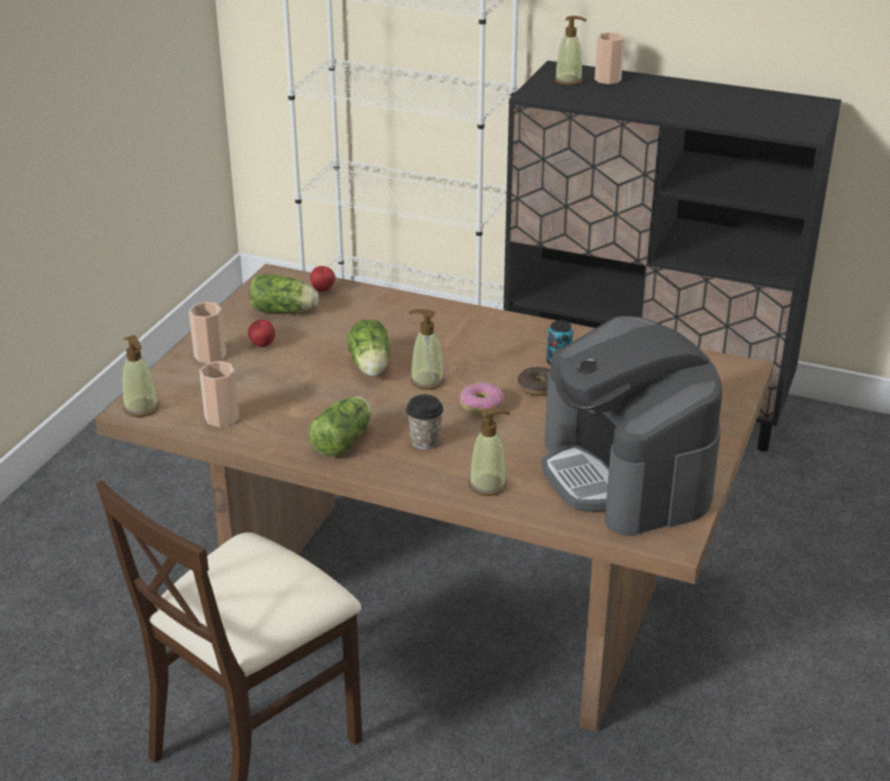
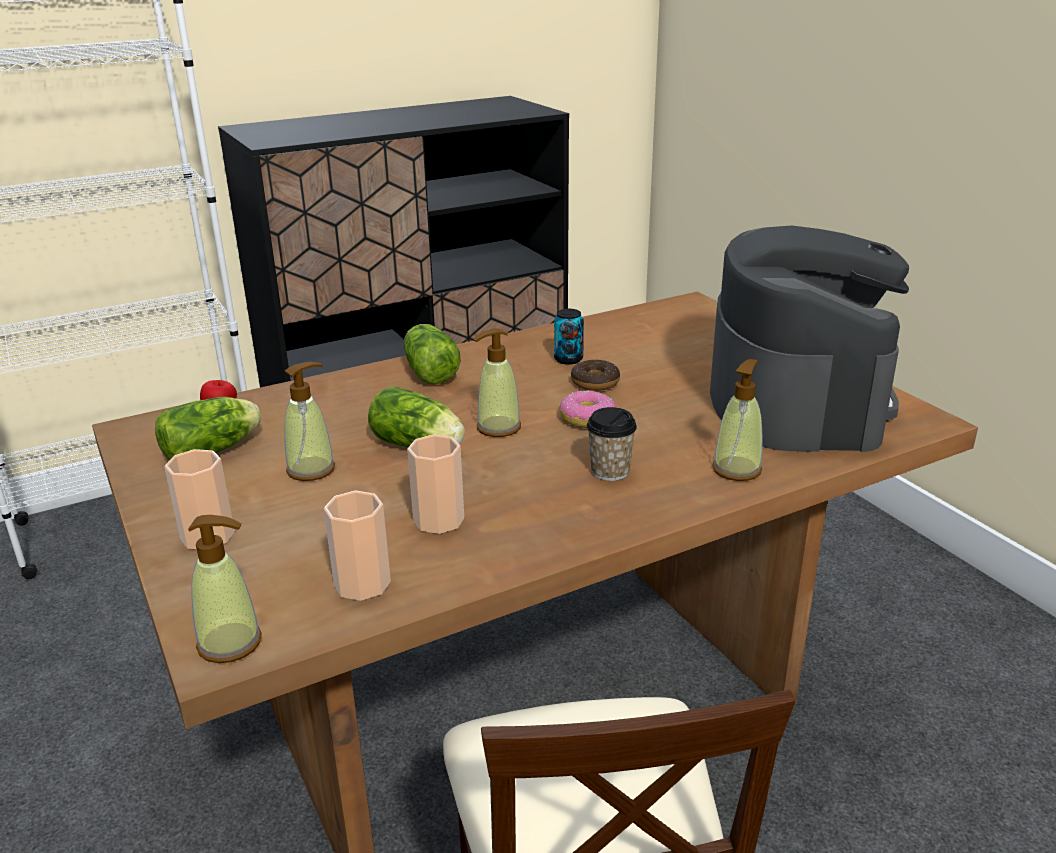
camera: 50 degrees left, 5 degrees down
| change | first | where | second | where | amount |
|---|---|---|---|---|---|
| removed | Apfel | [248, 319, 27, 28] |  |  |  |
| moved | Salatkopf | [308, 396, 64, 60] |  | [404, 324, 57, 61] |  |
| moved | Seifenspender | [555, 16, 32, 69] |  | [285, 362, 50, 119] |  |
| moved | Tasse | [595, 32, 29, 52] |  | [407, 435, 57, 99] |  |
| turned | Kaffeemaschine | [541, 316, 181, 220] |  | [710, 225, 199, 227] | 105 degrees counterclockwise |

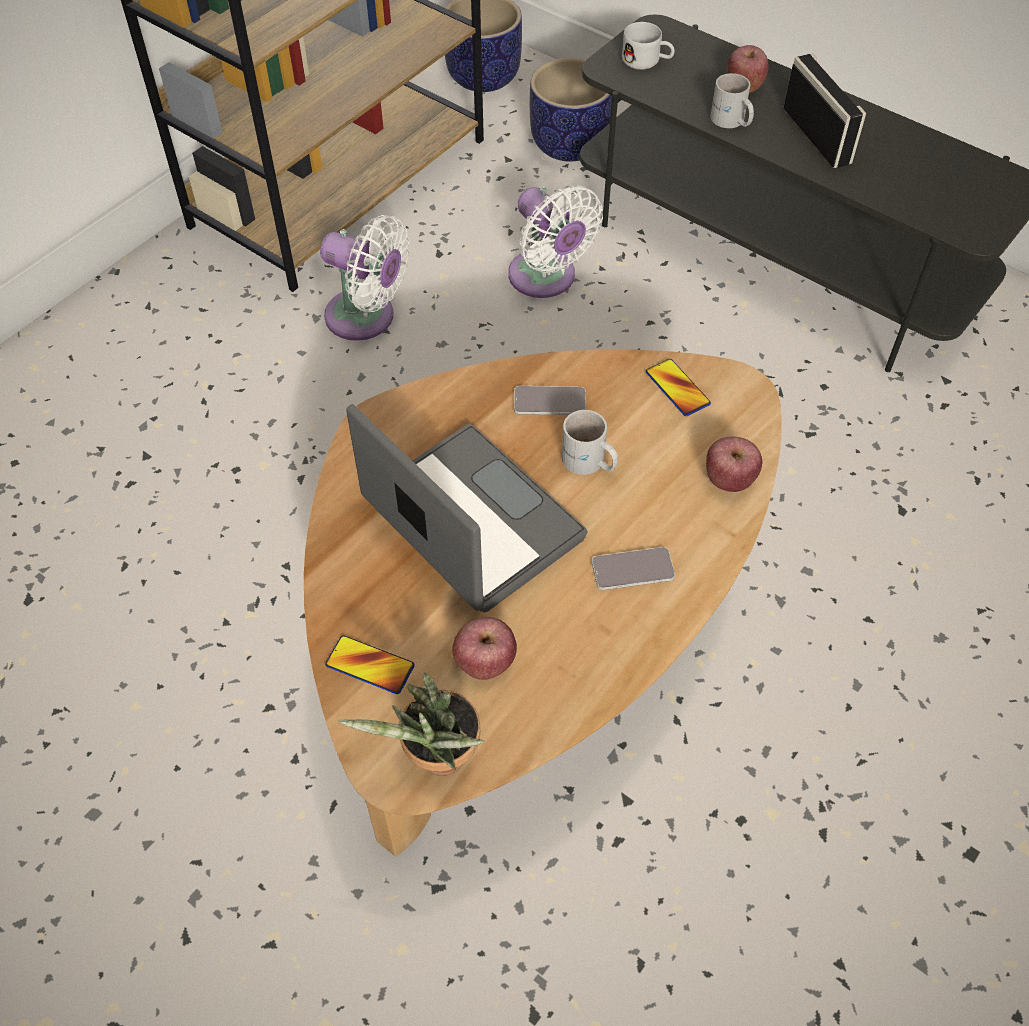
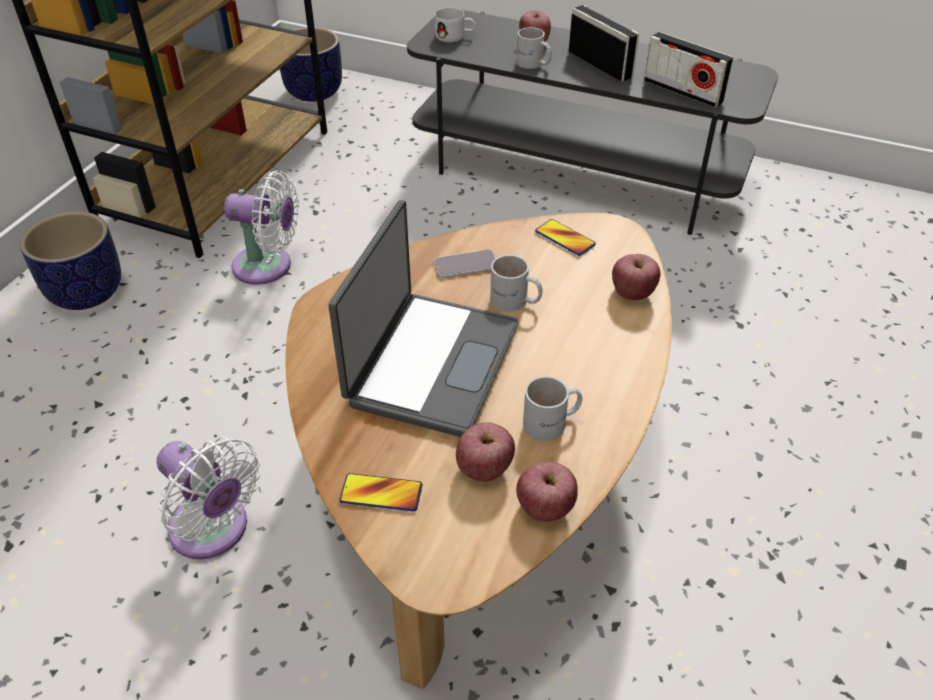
camera: 15 degrees left, 10 degrees down
| change | first | where | second | where | amount |
|---|---|---|---|---|---|
| removed | Topfpflanze | [338, 673, 147, 103] |  |  |  |
| removed | Handy | [592, 547, 83, 43] |  |  |  |
| added |  |  | Apfel | [516, 461, 62, 61] |  |
| added |  |  | Henkelbecher [weiß] | [523, 376, 59, 65] |  |
| added |  |  | Radio | [644, 32, 89, 76] |  |
| moved | Ventilator [weiß] | [508, 185, 95, 113] |  | [157, 437, 104, 122] |  |
| moved | Pflanzkübel | [530, 58, 82, 104] |  | [20, 211, 101, 99] |  |
| turned | Laptop | [346, 404, 241, 209] |  | [328, 200, 191, 237] | 75 degrees clockwise |

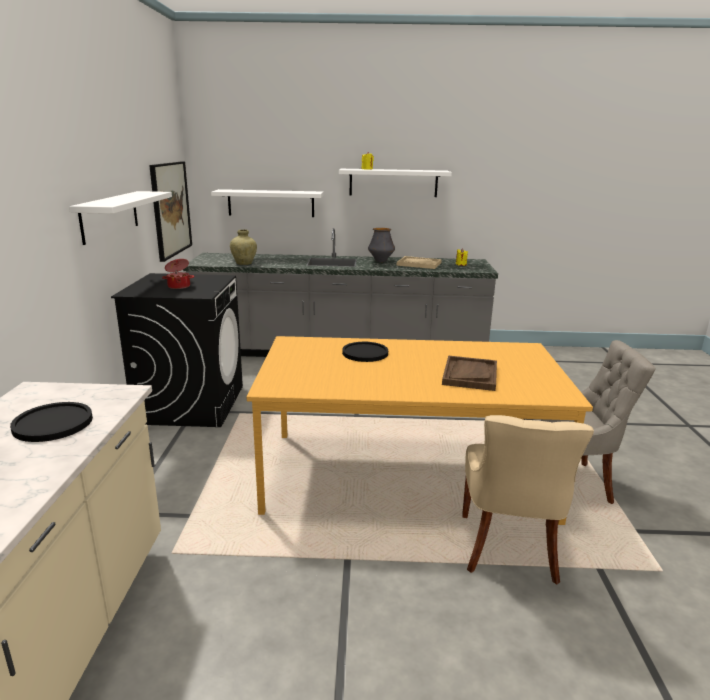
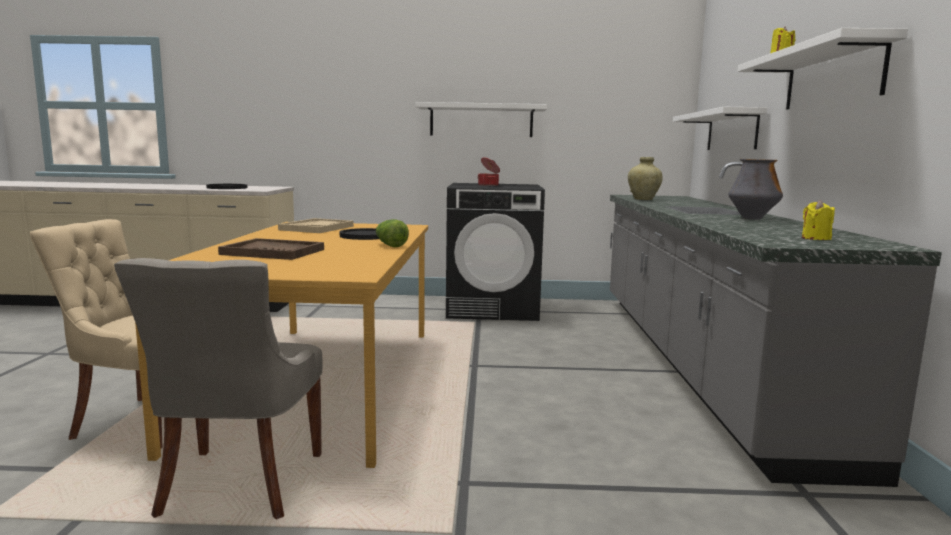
camera: 90 degrees right, 10 degrees down
| change | first | where | second | where | amount |
|---|---|---|---|---|---|
| removed | Bild | [149, 162, 43, 100] |  |  |  |
| added |  |  | Salatkopf | [376, 219, 33, 28] |  |
| moved | Tablett [beige] | [397, 256, 45, 13] |  | [278, 218, 76, 15] |  |

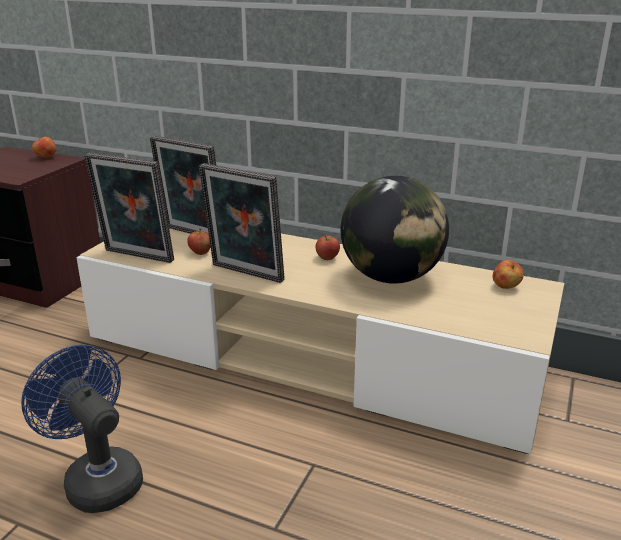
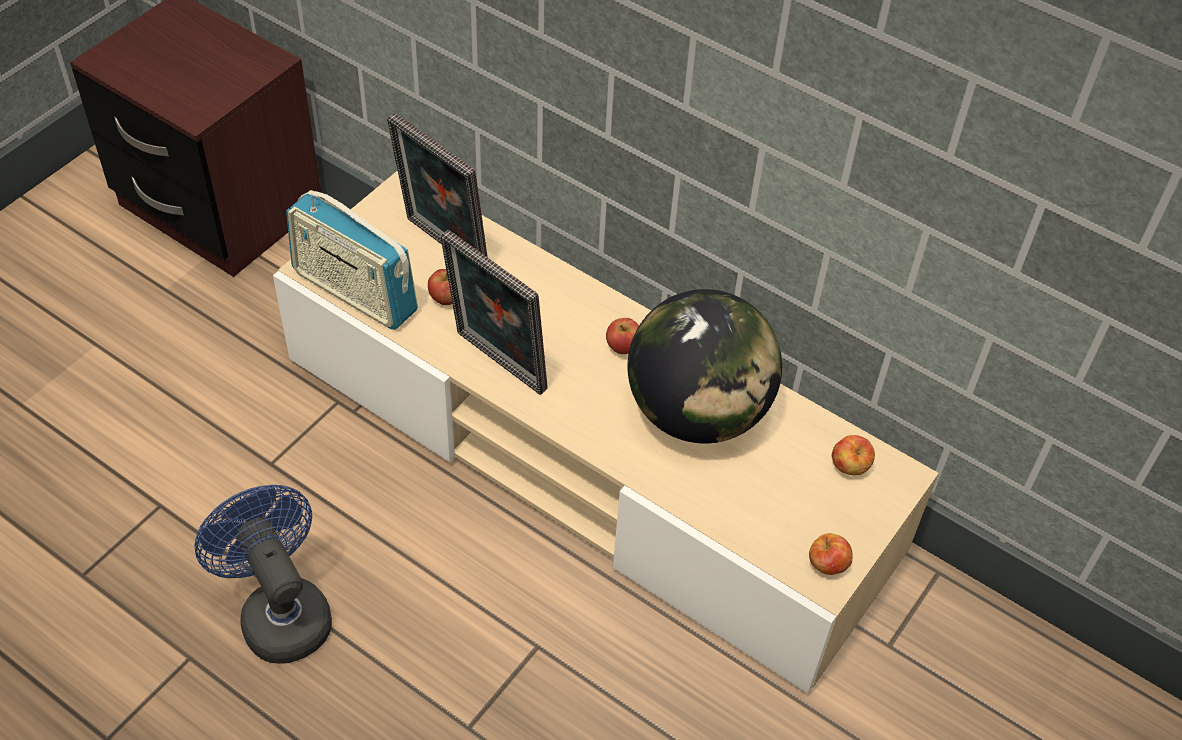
camera: 10 degrees right, 25 degrees up
| change | first | where | second | where | amount |
|---|---|---|---|---|---|
| moved | Apfel | [32, 136, 25, 22] |  | [809, 533, 44, 42] |  |
| replaced | Bilderrahmen | [84, 153, 90, 110] | Radio | [286, 190, 132, 140] |  |

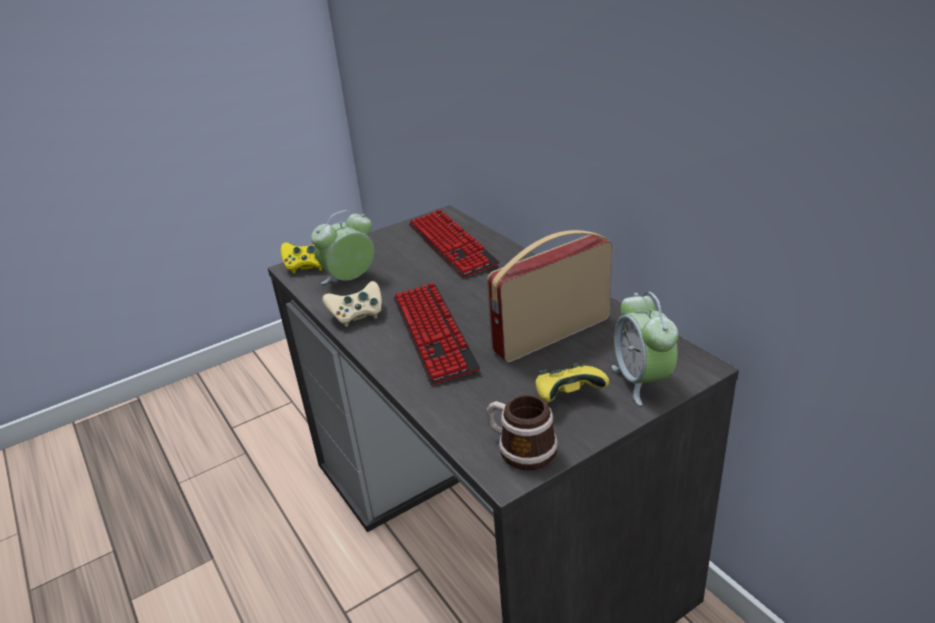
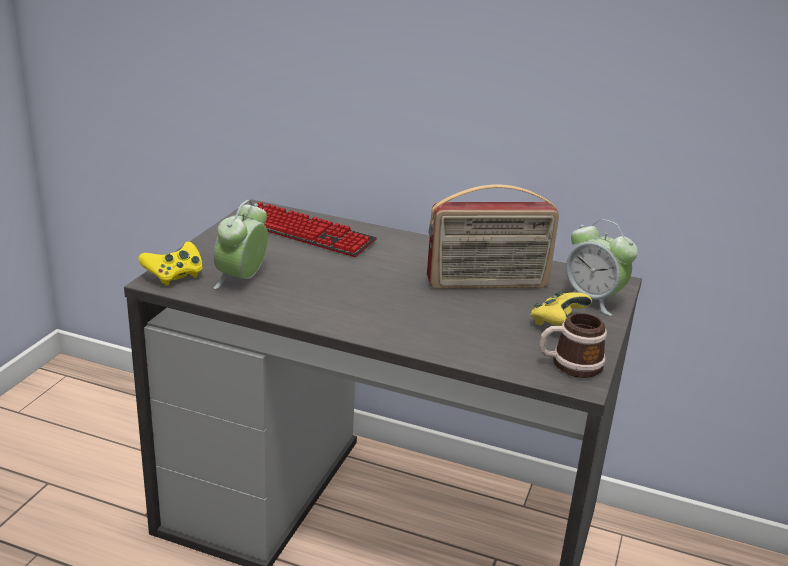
camera: 40 degrees left, 5 degrees down
| change | first | where | second | where | amount |
|---|---|---|---|---|---|
| removed | Gamepad [beige] | [322, 281, 60, 46] |  |  |  |
| removed | Tastatur | [393, 282, 87, 103] |  |  |  |
| turned | Radio | [487, 230, 125, 132] |  | [427, 185, 132, 104] | 120 degrees counterclockwise |

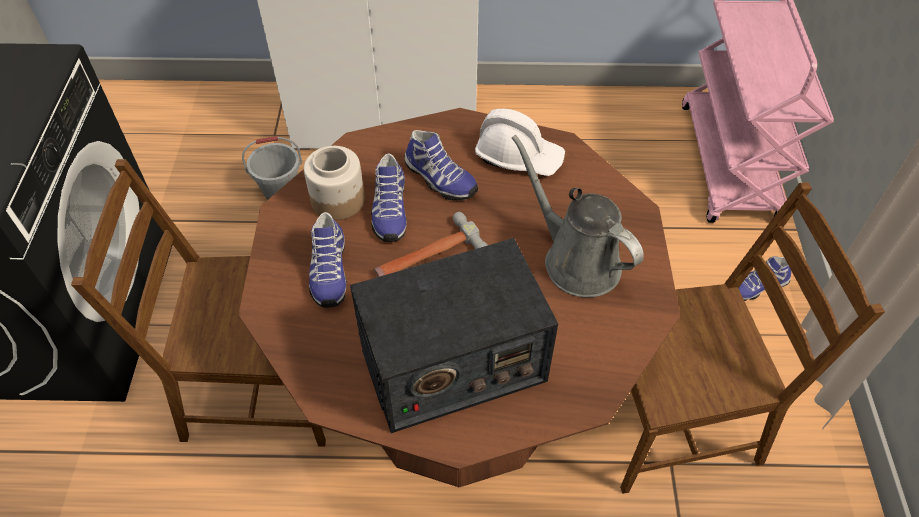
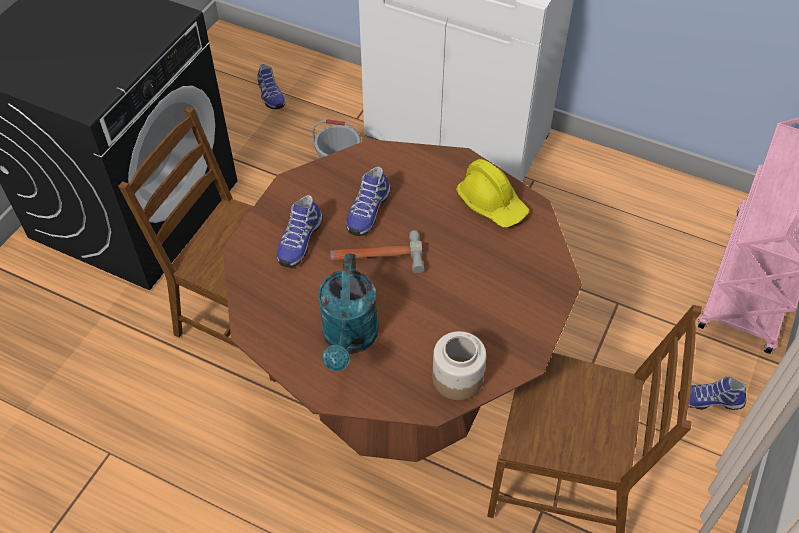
camera: 25 degrees right, 0 degrees up
| change | first | where | second | where | amount |
|---|---|---|---|---|---|
| removed | Gießkanne [grau] | [512, 135, 132, 162] |  |  |  |
| moved | Vorratsglas | [304, 146, 61, 74] |  | [432, 331, 54, 69] |  |
| moved | Schuh | [404, 130, 74, 71] |  | [257, 63, 28, 46] |  |
| replaced | Radio | [350, 238, 208, 195] | Gießkanne [türkis] | [318, 253, 61, 118] |  |
| recoloured | Schutzhelm [weiß] | [475, 109, 90, 67] | Schutzhelm [gelb] | [456, 159, 73, 69] |  |

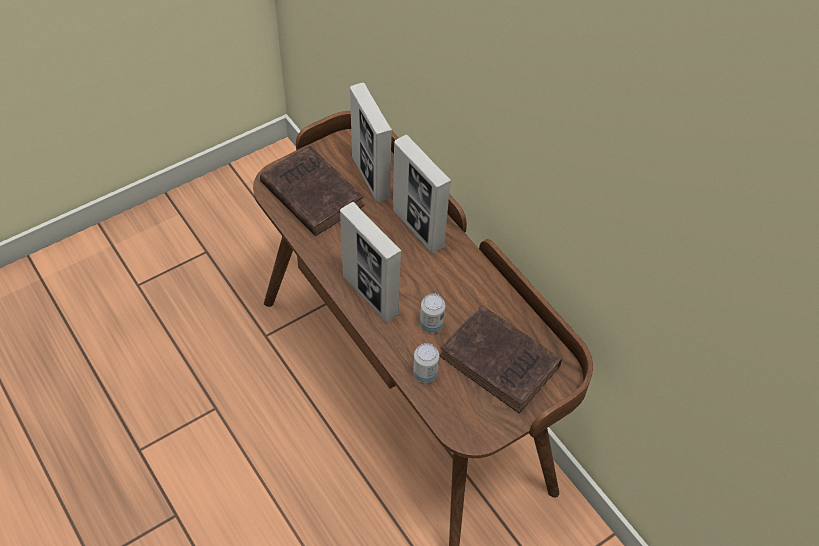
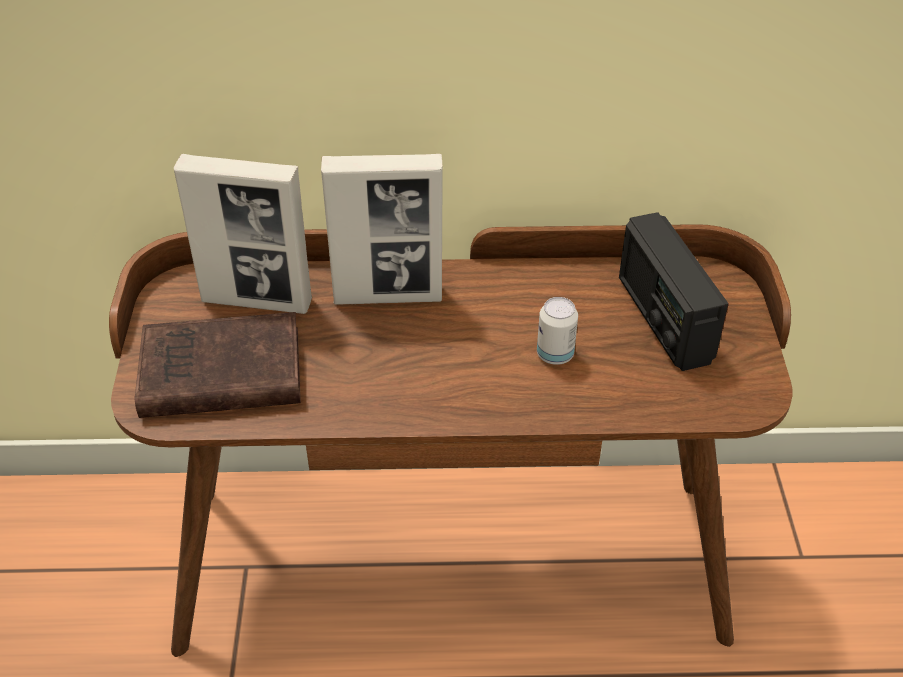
camera: 55 degrees left, 10 degrees down
| change | first | where | second | where | amount |
|---|---|---|---|---|---|
| removed | Bilderrahmen | [340, 202, 62, 120] |  |  |  |
| removed | Dose | [413, 343, 26, 40] |  |  |  |
| replaced | Buch [braun] | [439, 305, 123, 108] | Radio | [619, 212, 110, 159] |  |

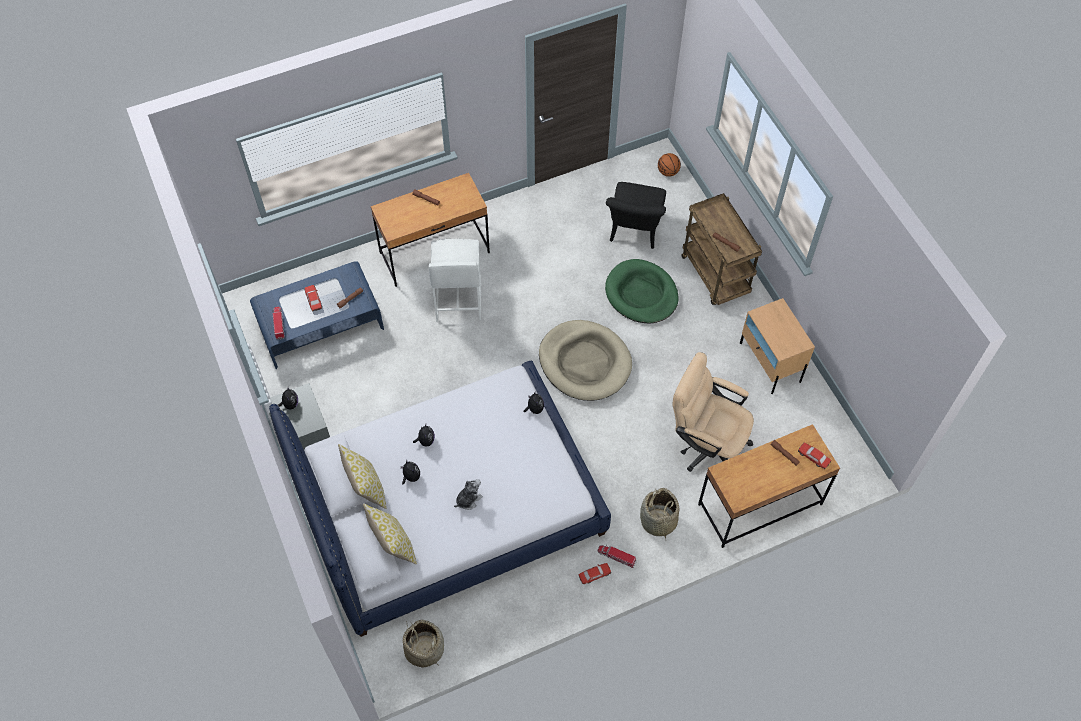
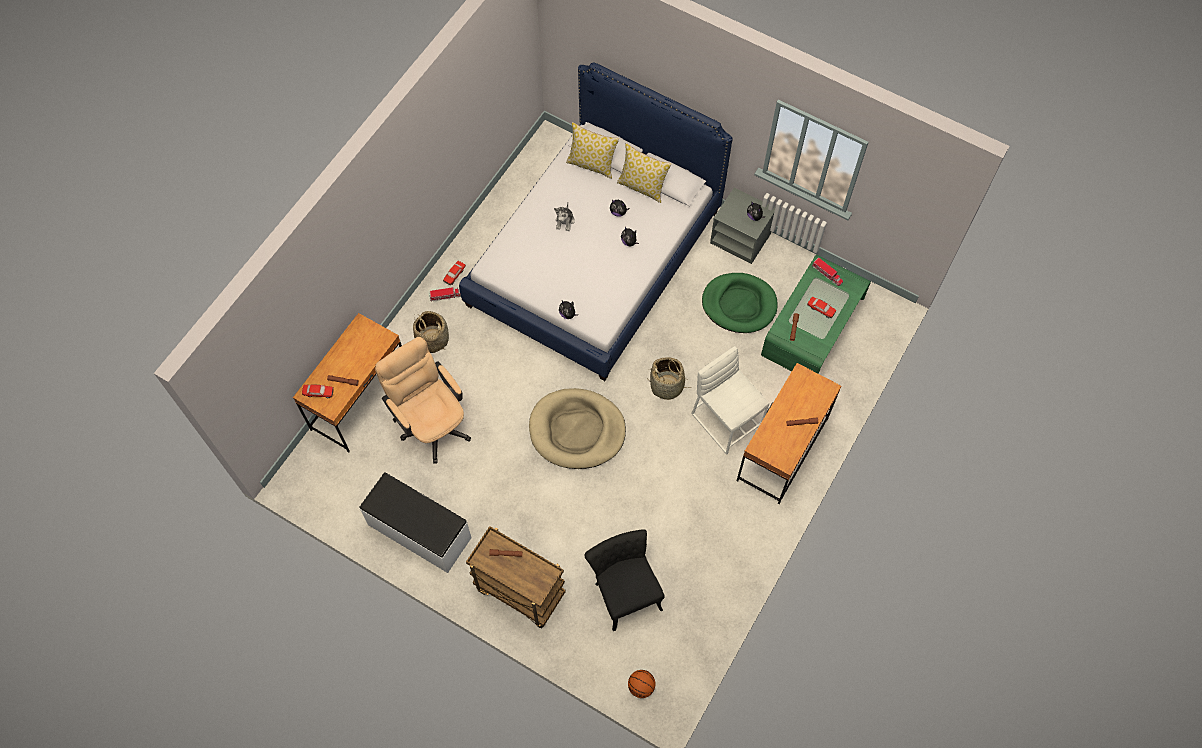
camera: 145 degrees right, 5 degrees up
| change | first | where | second | where | amount |
|---|---|---|---|---|---|
| moved | Korb | [403, 620, 41, 47] |  | [646, 357, 46, 43] |  |
| moved | Hundebett [grün] | [605, 259, 74, 65] |  | [702, 273, 76, 60] |  |
| replaced | Nachttisch [beige] | [740, 298, 75, 96] | Bank [weiß] | [359, 472, 113, 101] |  |
| recoloured | Couchtisch [blau] | [250, 261, 134, 108] | Couchtisch [grün] | [761, 255, 110, 119] |  |
| turned | Bürostuhl [beige] | [672, 352, 82, 120] |  | [375, 337, 96, 127] | 120 degrees counterclockwise |

